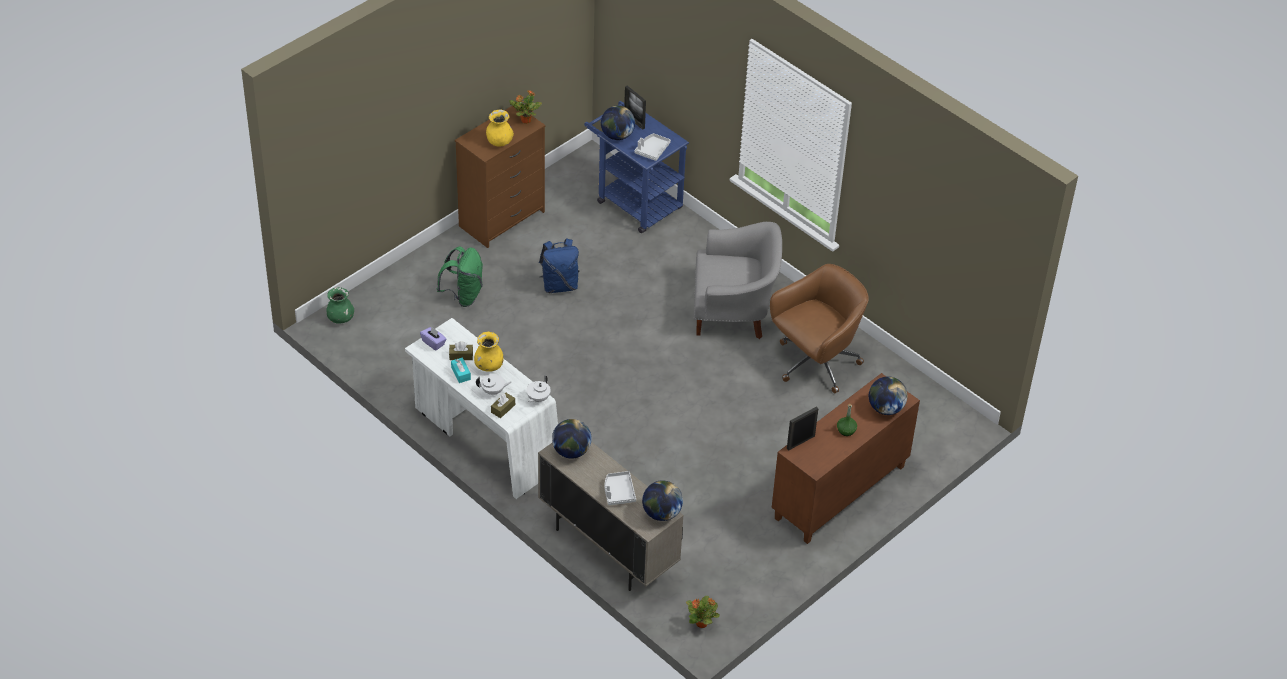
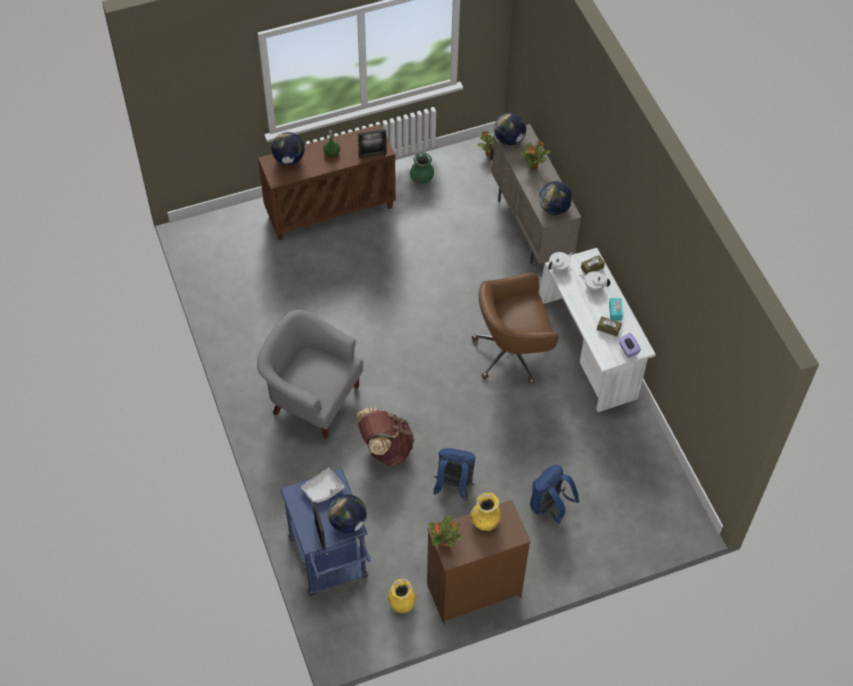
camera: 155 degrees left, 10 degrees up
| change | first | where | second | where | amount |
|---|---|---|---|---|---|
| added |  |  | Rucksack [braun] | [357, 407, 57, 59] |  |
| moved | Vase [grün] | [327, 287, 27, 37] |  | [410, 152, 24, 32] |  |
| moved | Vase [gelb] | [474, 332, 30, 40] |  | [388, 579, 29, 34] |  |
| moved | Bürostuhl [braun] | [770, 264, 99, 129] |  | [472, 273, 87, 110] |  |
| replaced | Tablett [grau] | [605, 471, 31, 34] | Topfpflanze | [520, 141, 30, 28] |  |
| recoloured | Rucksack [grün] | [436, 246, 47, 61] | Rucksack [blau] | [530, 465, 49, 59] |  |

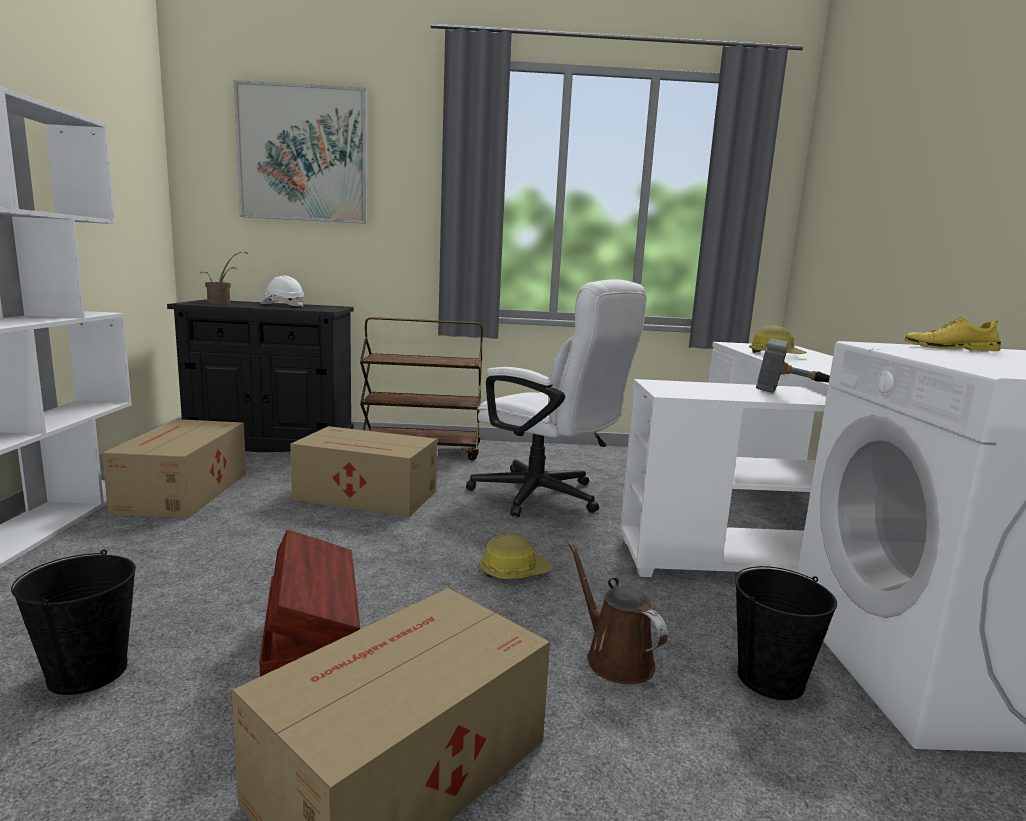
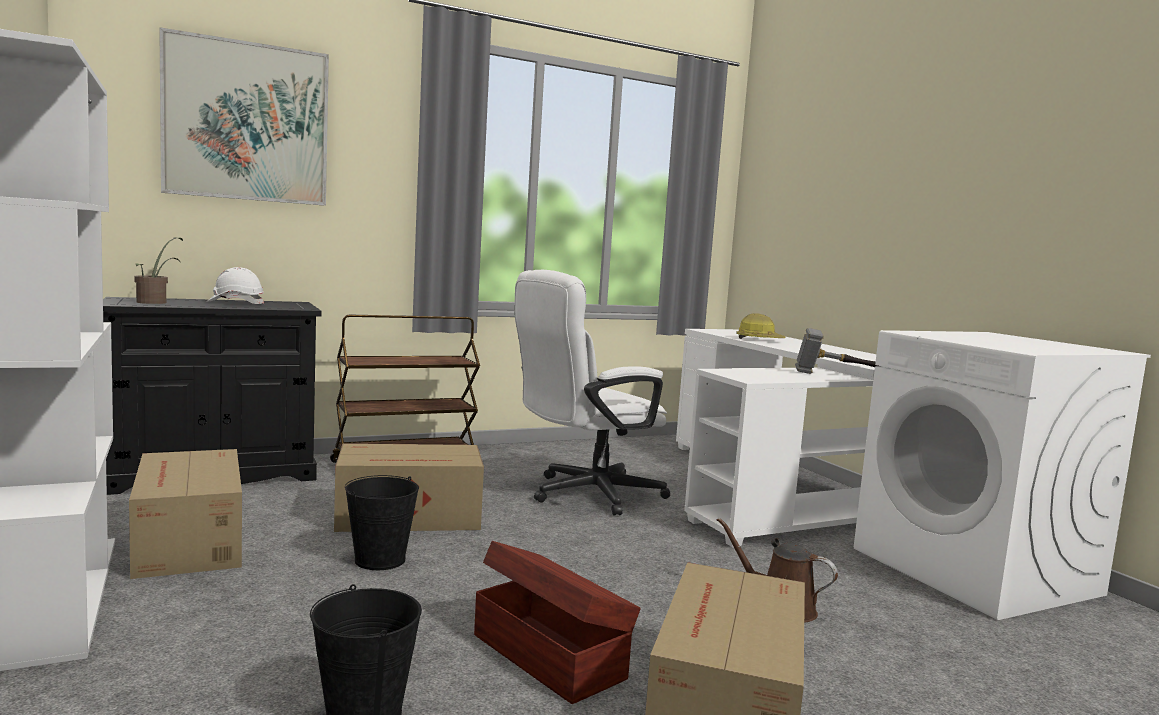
camera: 25 degrees left, 5 degrees down
| change | first | where | second | where | amount |
|---|---|---|---|---|---|
| removed | Schutzhelm | [480, 534, 72, 45] |  |  |  |
| removed | Schuh [gelb] | [904, 317, 97, 34] |  |  |  |
| moved | Eimer [schwarz] | [735, 566, 102, 134] |  | [345, 475, 74, 95] |  |
| turned | Bürostuhl [weiß] | [466, 279, 181, 238] |  | [514, 270, 156, 246] | 135 degrees clockwise |

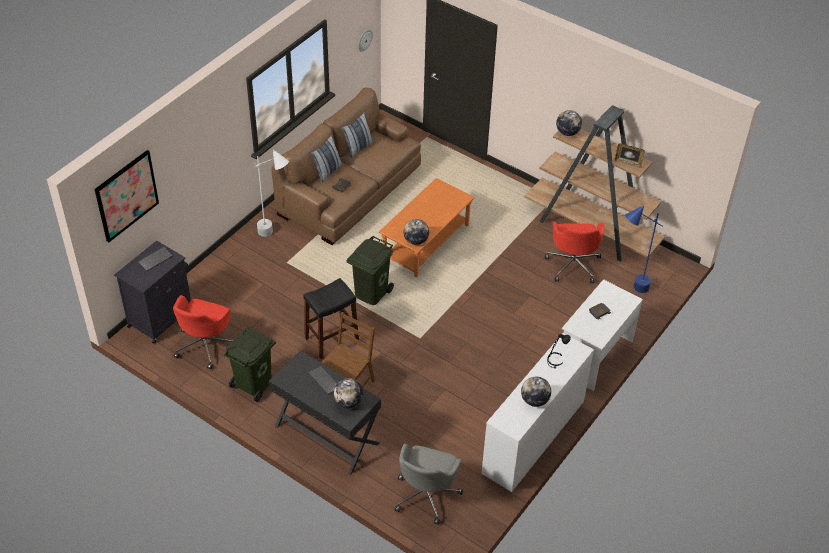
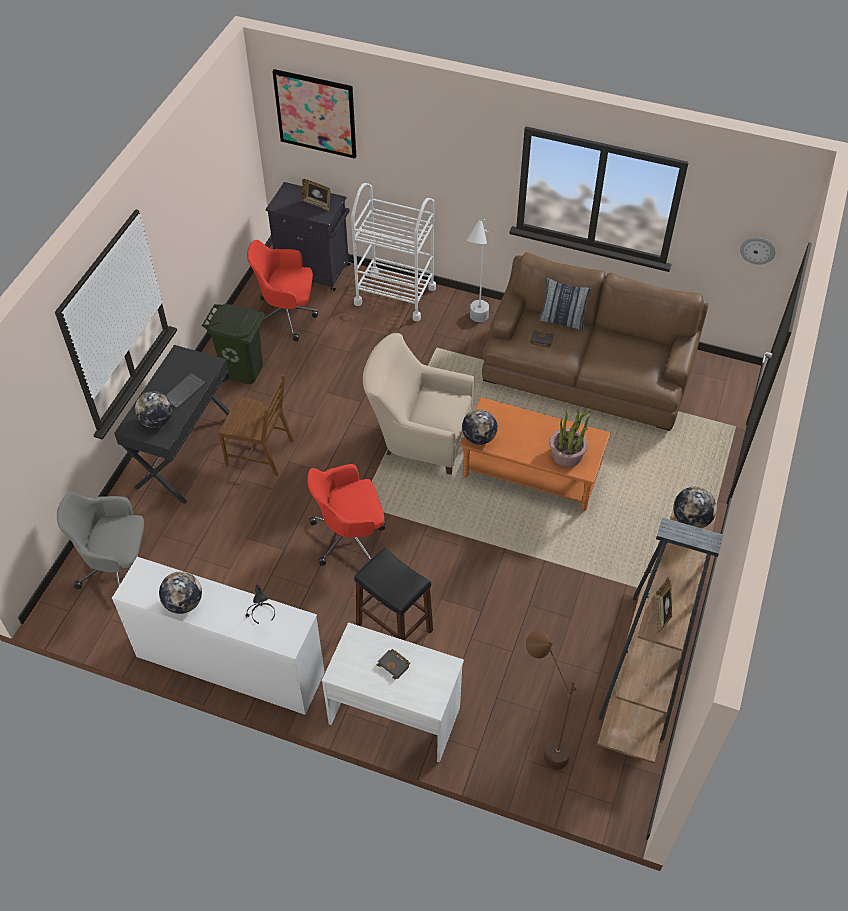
camera: 75 degrees right, 5 degrees up
| change | first | where | second | where | amount |
|---|---|---|---|---|---|
| removed | Kissen | [341, 112, 33, 46] |  |  |  |
| added |  |  | Rollwagen [weiß] | [351, 183, 85, 138] |  |
| added |  |  | Topfpflanze | [549, 410, 41, 57] |  |
| moved | Hocker [schwarz] | [303, 278, 56, 81] |  | [354, 548, 79, 92] |  |
| moved | Bürostuhl [rot] | [545, 222, 59, 61] |  | [307, 464, 78, 102] |  |
| replaced | Tastatur | [138, 247, 35, 24] | Bilderrahmen | [302, 179, 29, 32] |  |
| replaced | Mülleimer [grün] | [347, 236, 47, 69] | Sessel [beige] | [363, 333, 112, 142] |  |
| recoloured | Stehlampe [blau] | [625, 205, 38, 88] | Stehlampe [braun] | [526, 630, 53, 140] |  |

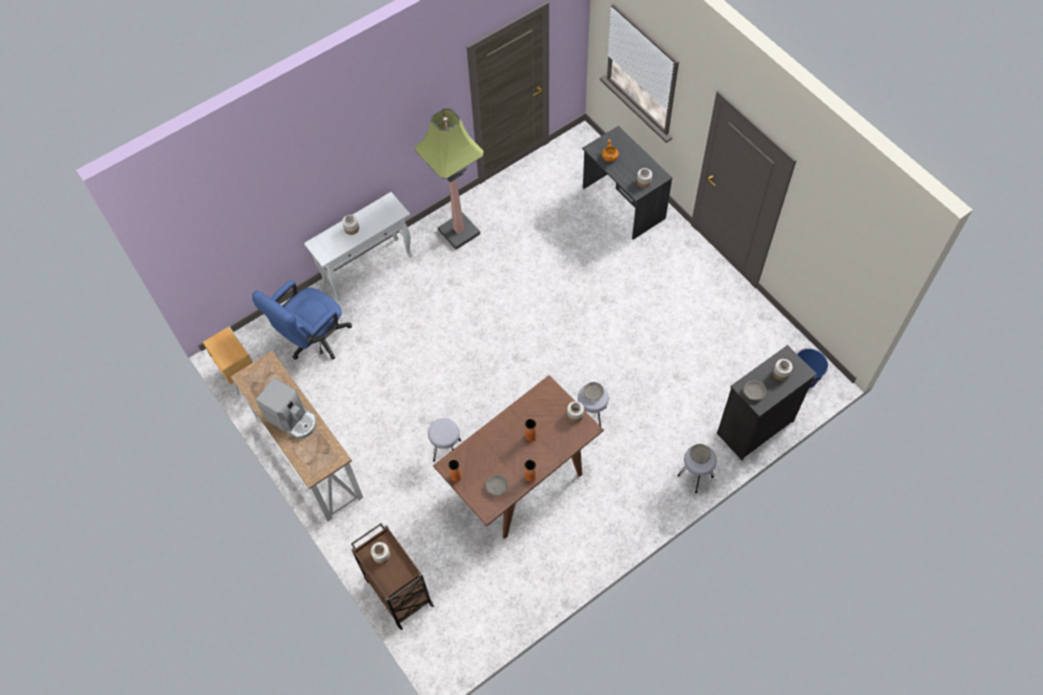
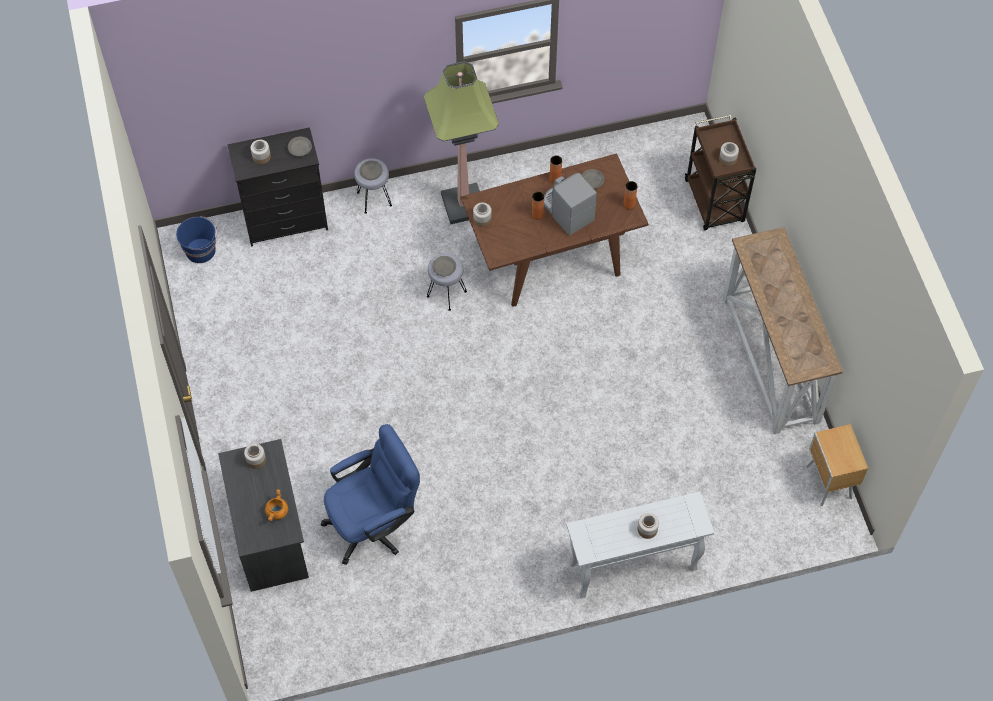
camera: 160 degrees left, 0 degrees up
| change | first | where | second | where | amount |
|---|---|---|---|---|---|
| removed | Hocker [grau] | [428, 418, 33, 44] |  |  |  |
| moved | Bürostuhl [blau] | [252, 279, 100, 81] |  | [321, 424, 99, 141] |  |
| moved | Kaffeemaschine | [256, 377, 60, 62] |  | [544, 173, 53, 62] |  |
| moved | Stehlampe | [415, 108, 69, 142] |  | [423, 61, 76, 164] |  |

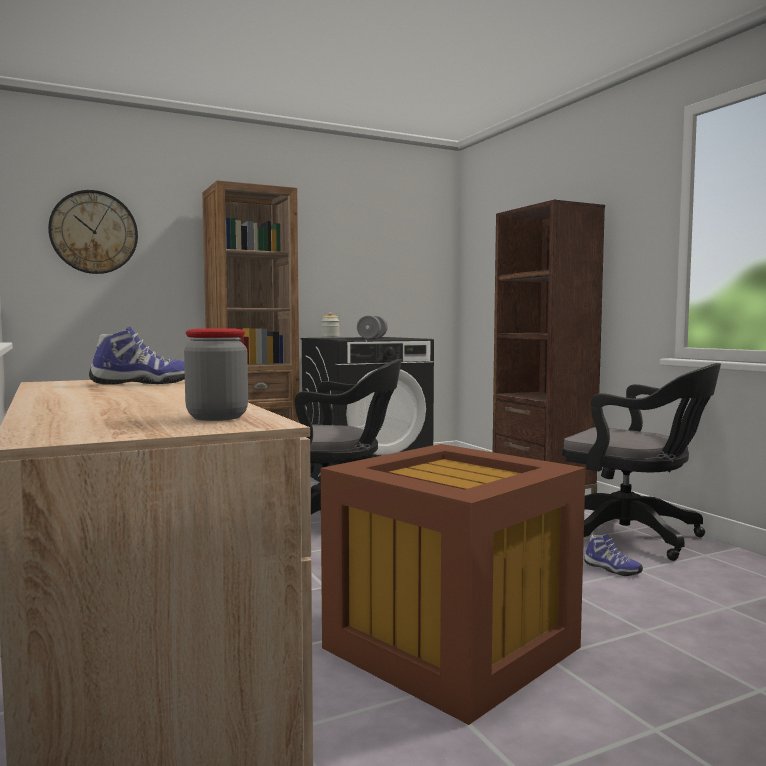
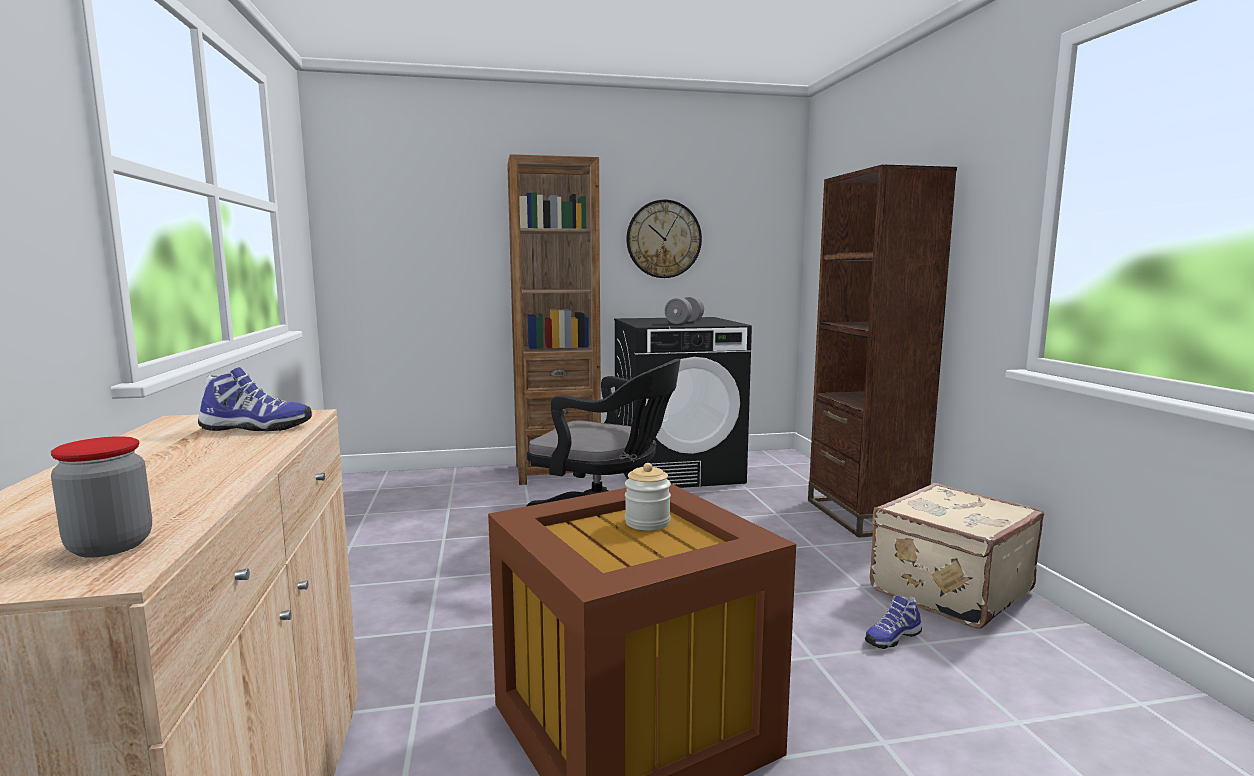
camera: 15 degrees right, 5 degrees up
| change | first | where | second | where | amount |
|---|---|---|---|---|---|
| moved | Wanduhr | [48, 190, 90, 84] |  | [627, 200, 75, 78] |  |
| moved | Vorratsglas | [321, 312, 19, 26] |  | [625, 463, 46, 67] |  |
| replaced | Bürostuhl [schwarz] | [562, 363, 159, 198] | Koffer [beige] | [870, 483, 174, 146] |  |
| turned | Schuh | [584, 534, 59, 42] |  | [865, 595, 57, 54] | 90 degrees clockwise |

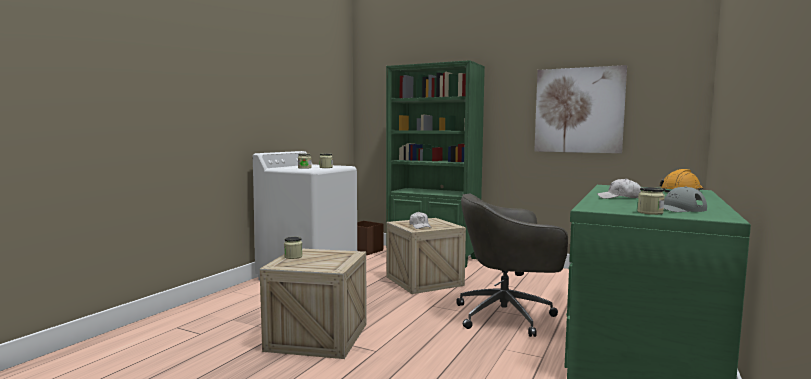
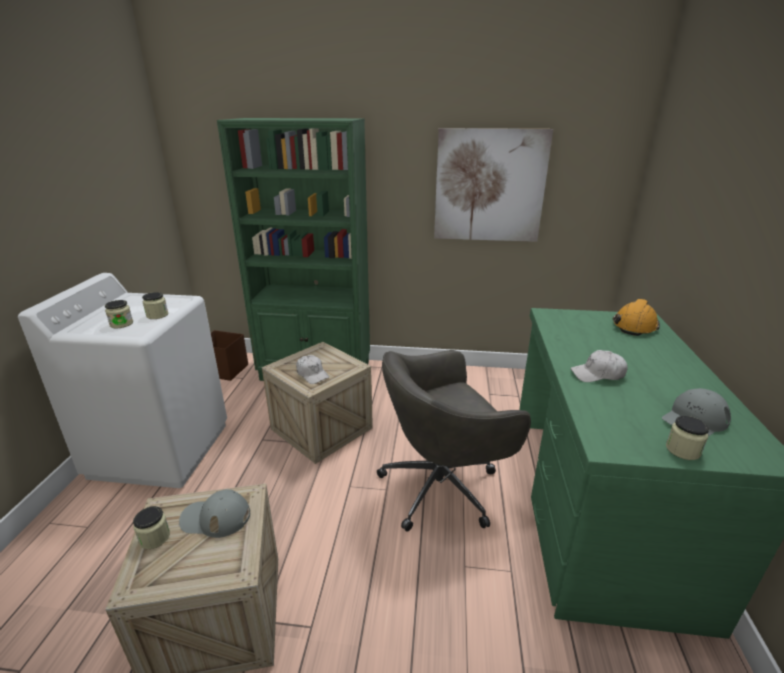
camera: 20 degrees left, 20 degrees up
| change | first | where | second | where | amount |
|---|---|---|---|---|---|
| added |  |  | Kappe [grau] | [179, 489, 71, 49] |  |

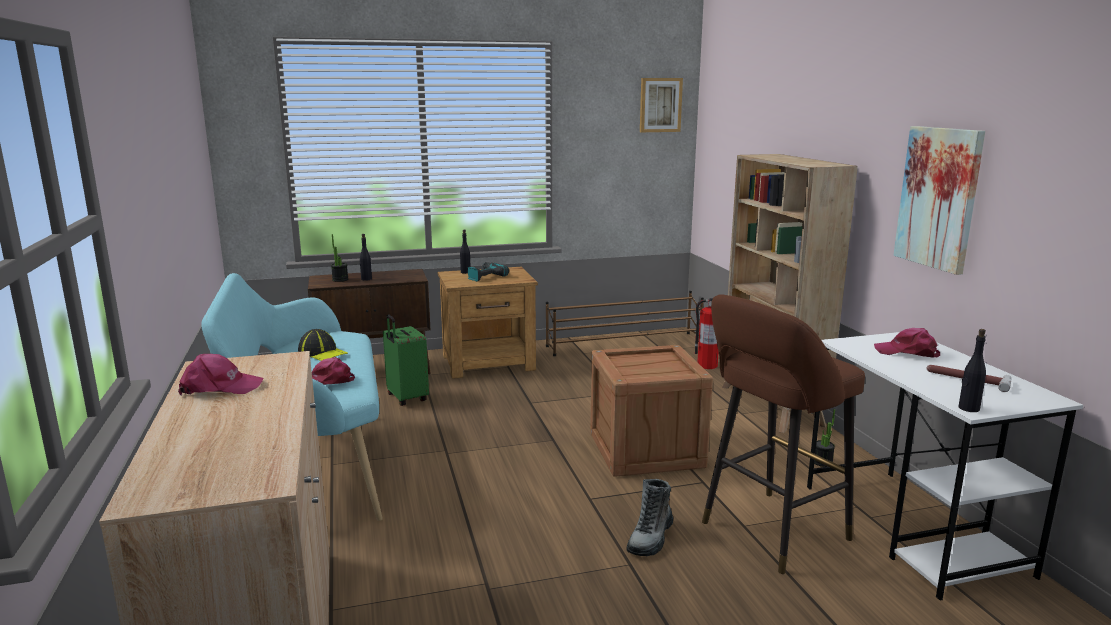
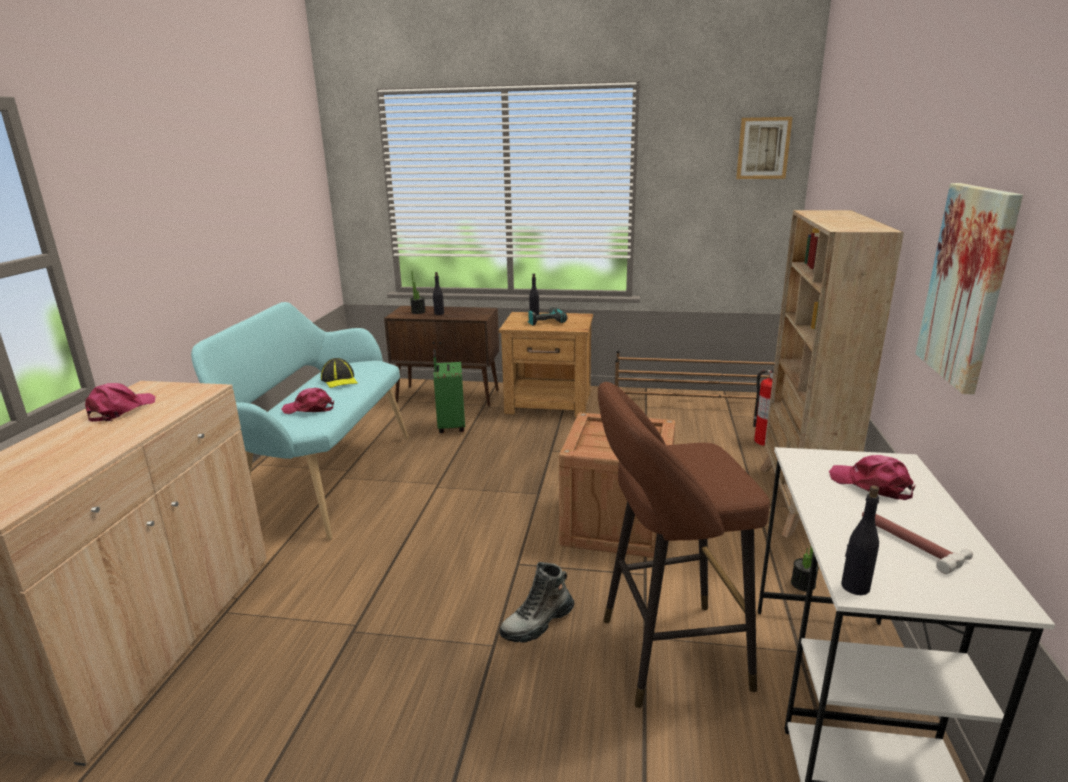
camera: 25 degrees right, 5 degrees up
| change | first | where | second | where | amount |
|---|---|---|---|---|---|
| turned | Kappe [rosa] | [178, 354, 85, 41] |  | [85, 383, 71, 39] | 90 degrees counterclockwise |

